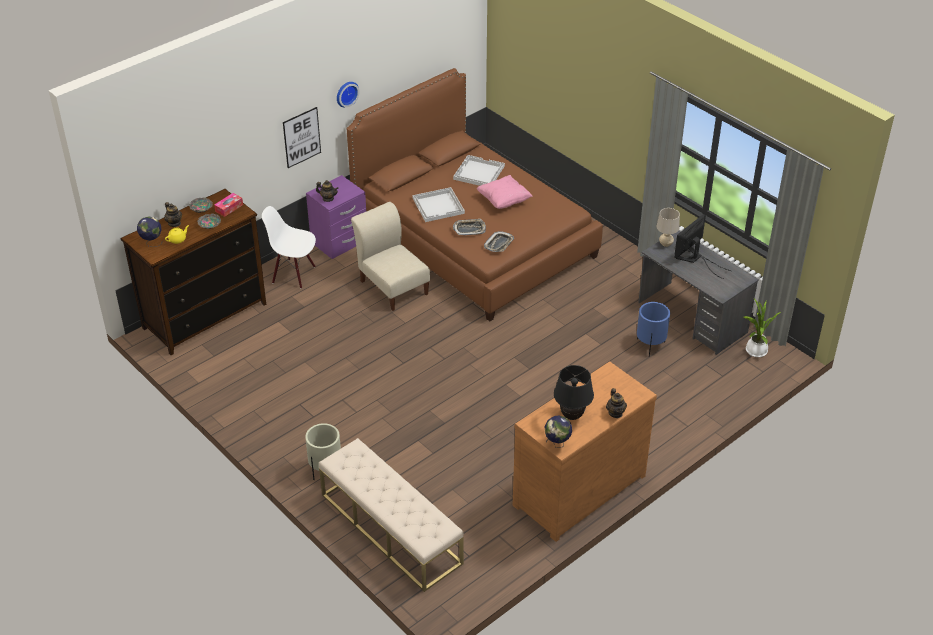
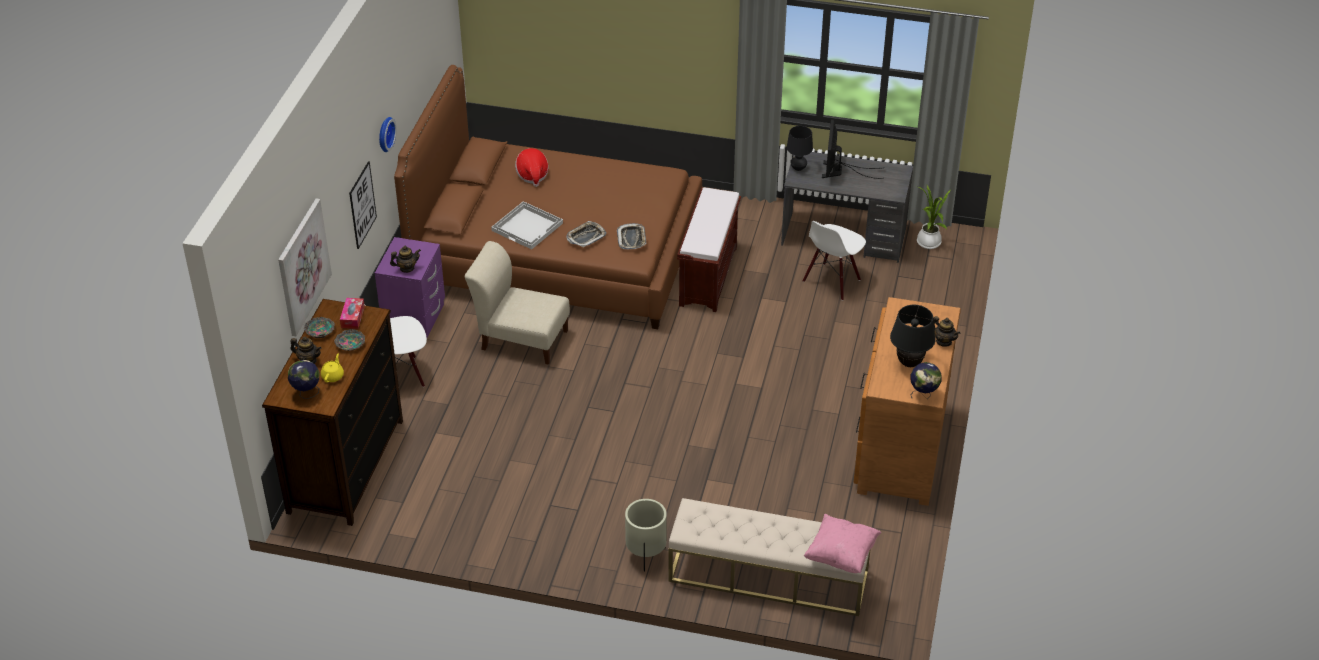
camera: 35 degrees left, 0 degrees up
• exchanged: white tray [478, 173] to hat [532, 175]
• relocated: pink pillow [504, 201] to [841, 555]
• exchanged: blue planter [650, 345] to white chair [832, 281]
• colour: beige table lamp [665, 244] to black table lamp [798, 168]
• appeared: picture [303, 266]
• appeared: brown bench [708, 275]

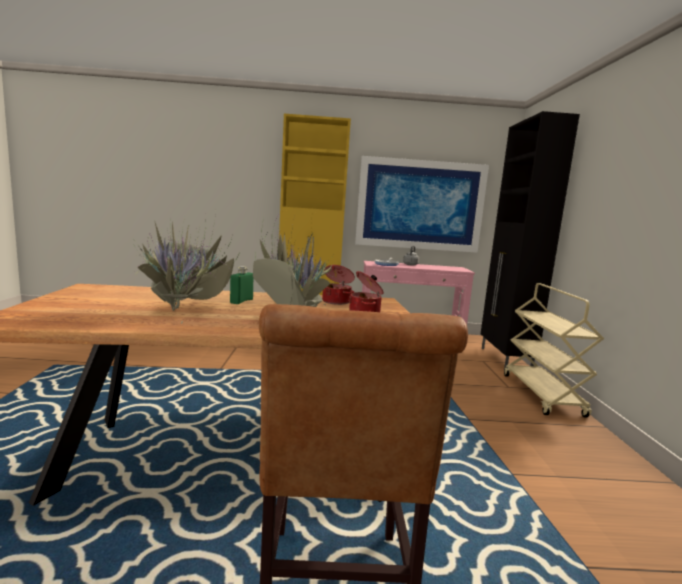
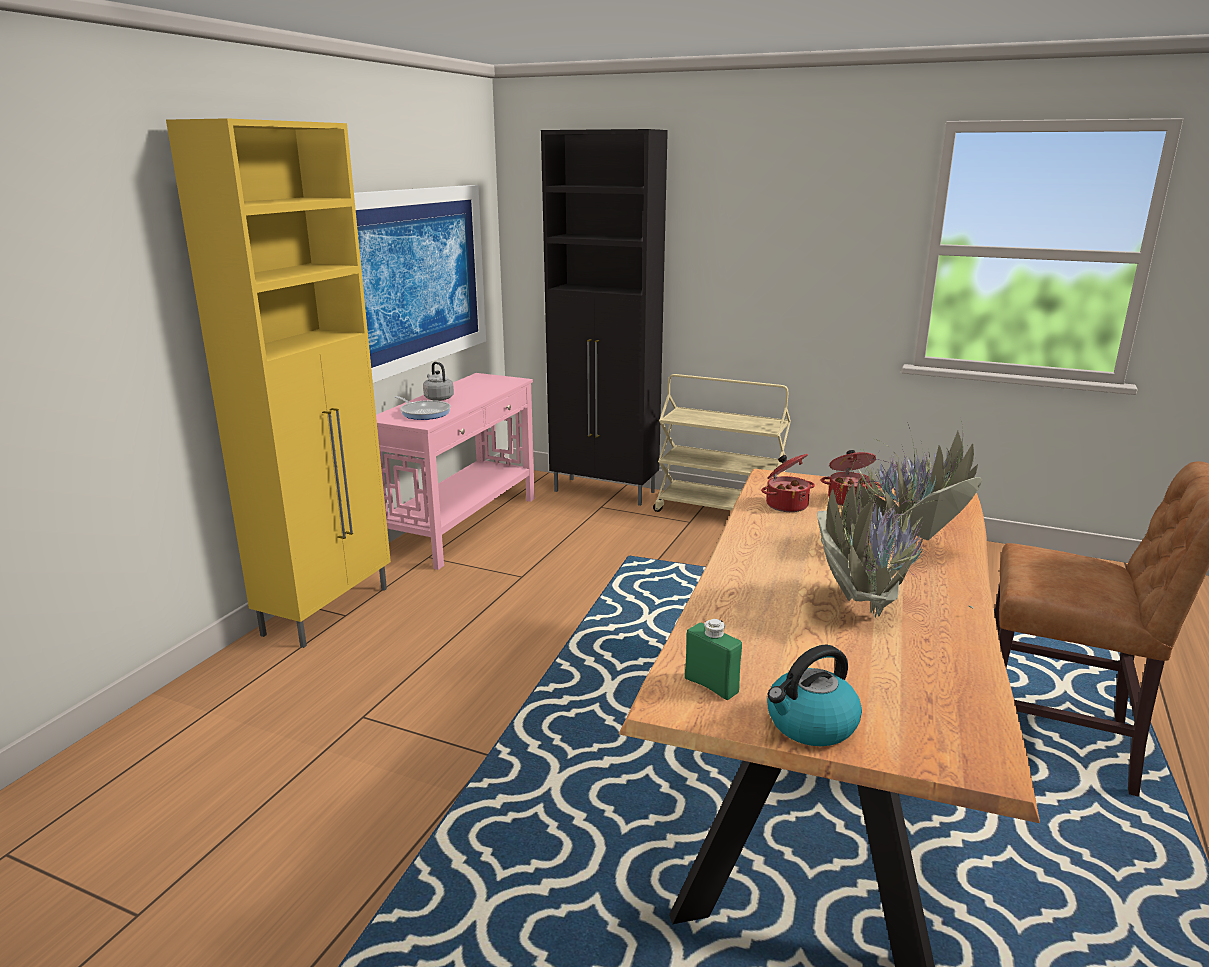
camera: 65 degrees left, 10 degrees up
• relocated: green bottle [241, 301] to [711, 685]
• appeared: kettle [810, 724]

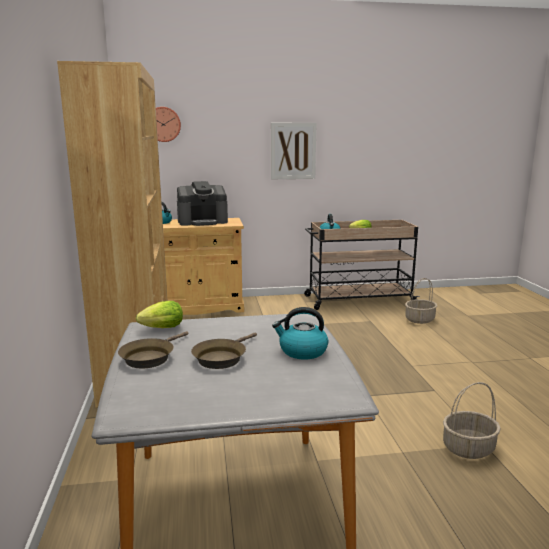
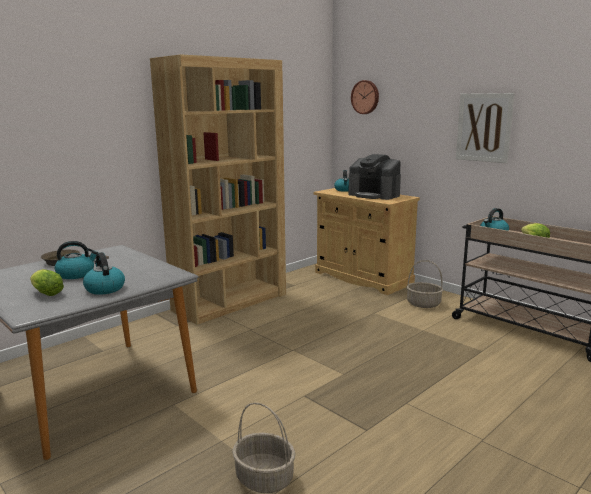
camera: 55 degrees right, 0 degrees up
• relocated: lettuce [160, 329] to [46, 293]
• exchanged: brown frying pan [222, 358] to kettle [76, 274]
• relocated: basket [419, 319] to [424, 304]

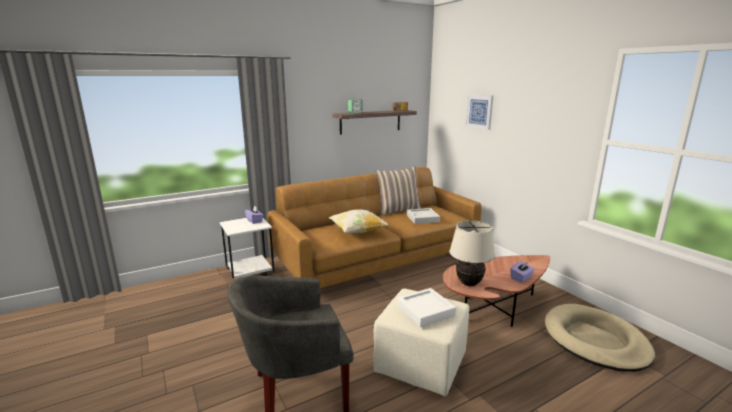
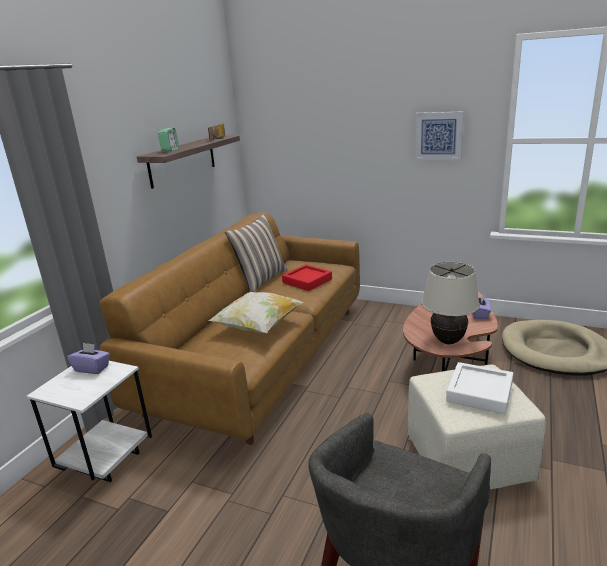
camera: 35 degrees left, 5 degrees up
• colour: grey tray [422, 218] to red tray [307, 281]
• relocated: picture [479, 111] to [438, 136]

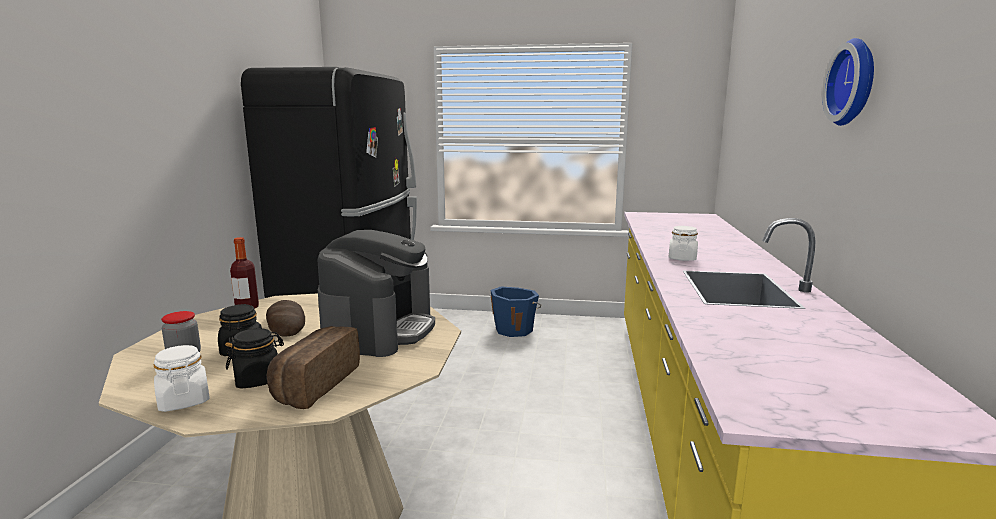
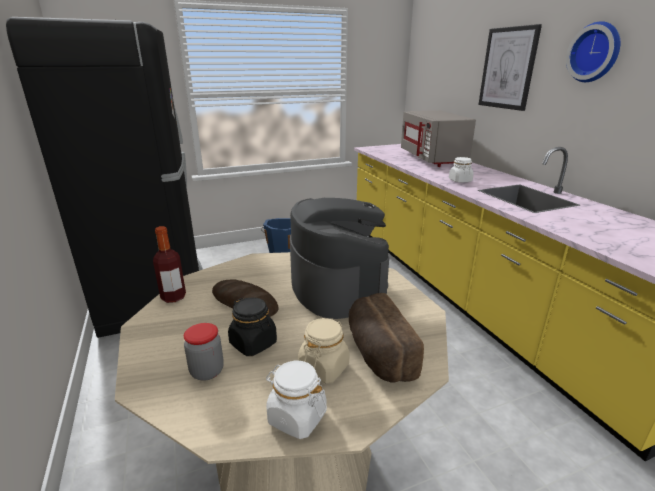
camera: 30 degrees left, 10 degrees up
• colour: black jar [258, 379] to beige jar [324, 367]
• appeared: grey microwave [433, 158]
• appeared: picture [508, 68]

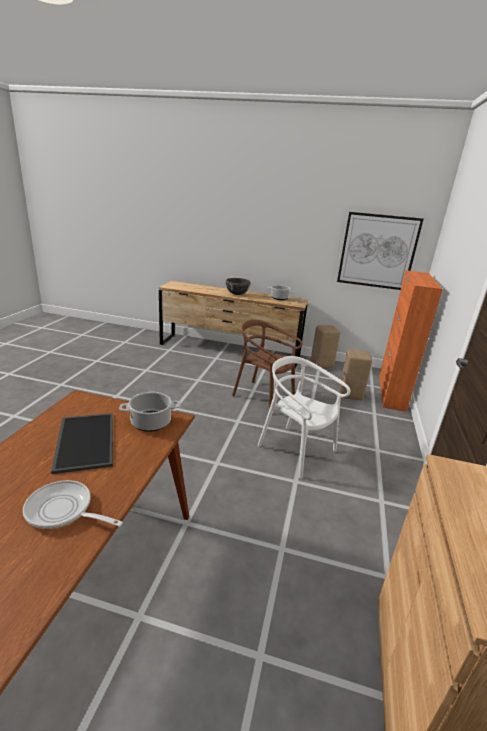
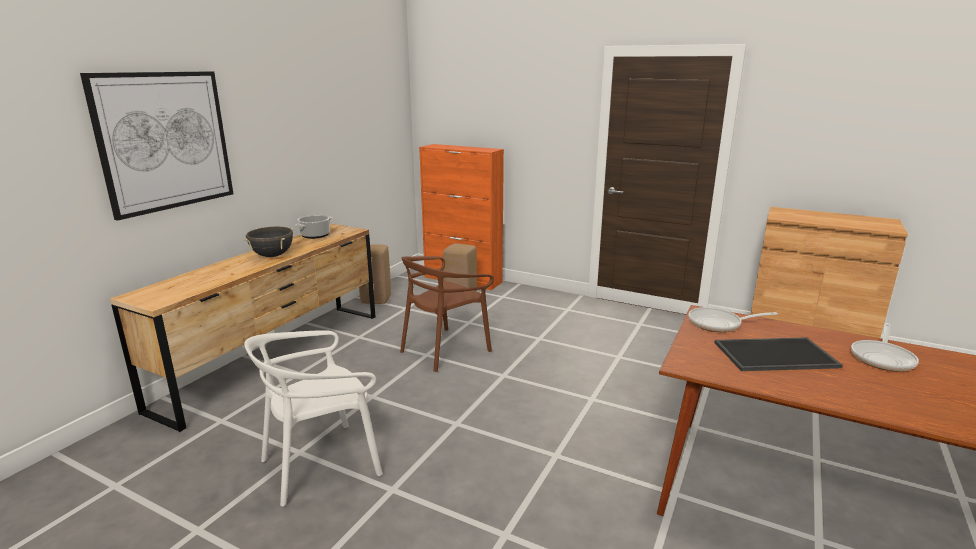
camera: 75 degrees left, 5 degrees down
• exchanged: cooking pot [150, 423] to frying pan [719, 324]
• relocated: white chair [296, 450] to [321, 464]
• relocated: picture [377, 251] to [165, 141]

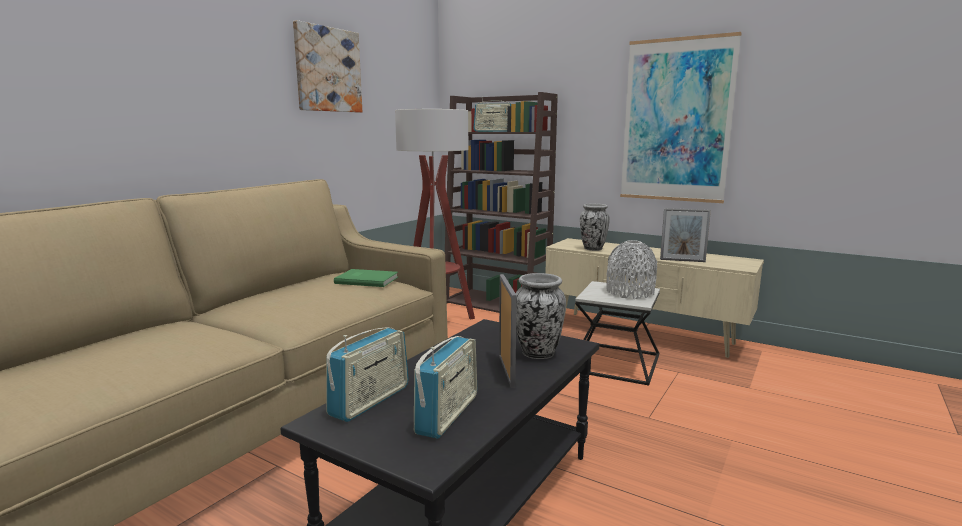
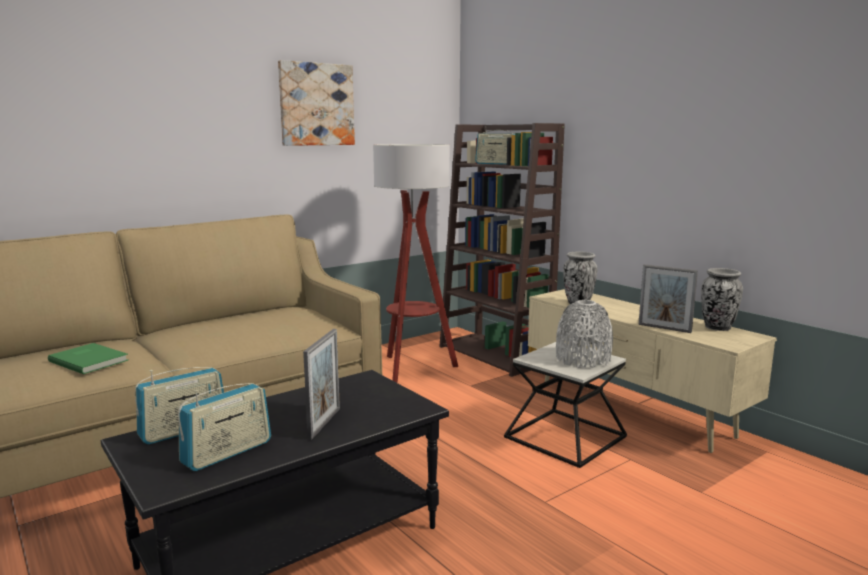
camera: 20 degrees right, 0 degrees up
• relocated: green book [366, 280] to [90, 360]
• relocated: vase [538, 354] to [717, 328]
• missing: picture [676, 121]

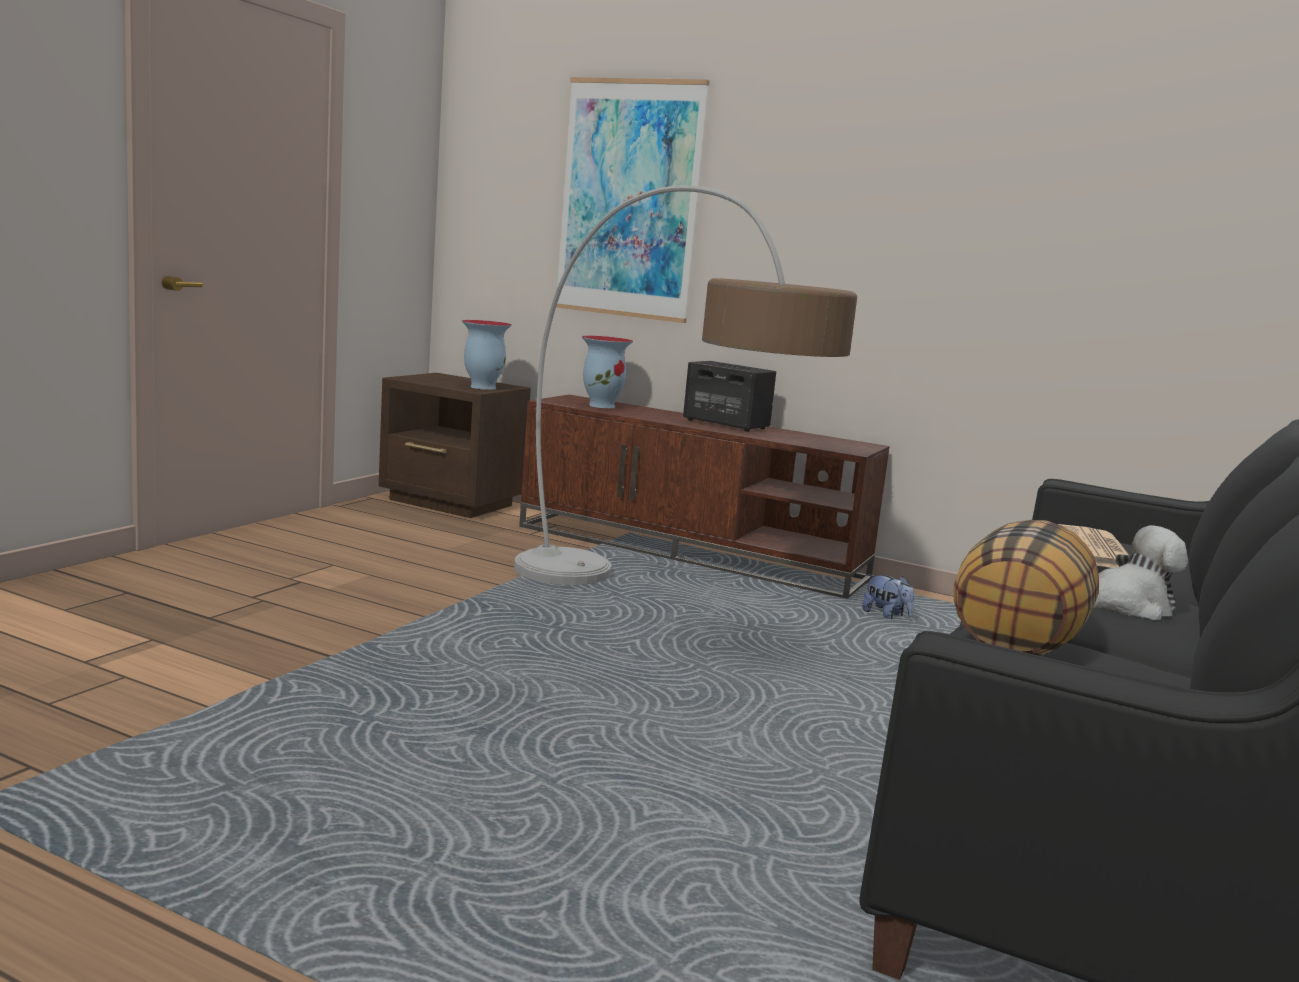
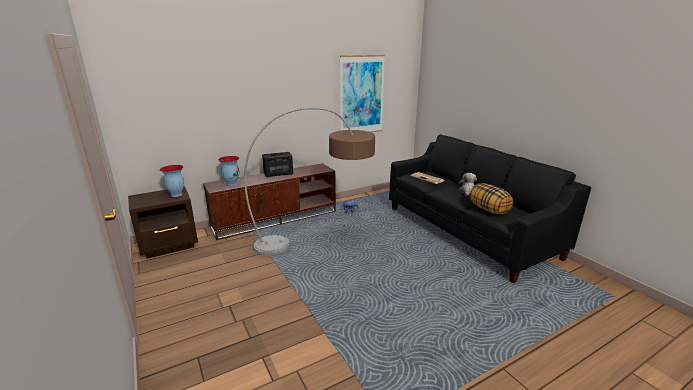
camera: 55 degrees left, 10 degrees up
• relocated: picture [629, 199] to [362, 95]

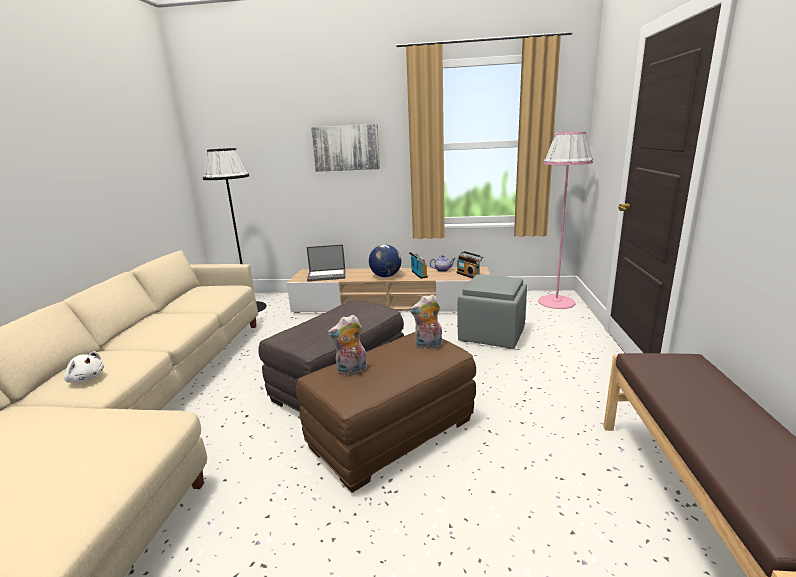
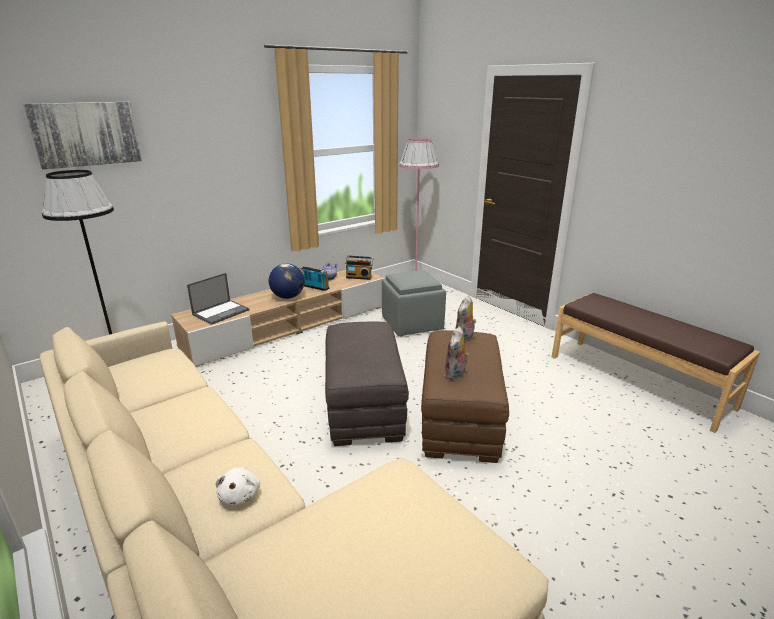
camera: 45 degrees left, 5 degrees up
• spun: white plush toy [86, 379] = [240, 495] 105 degrees clockwise
• relocated: picture [346, 148] to [86, 134]

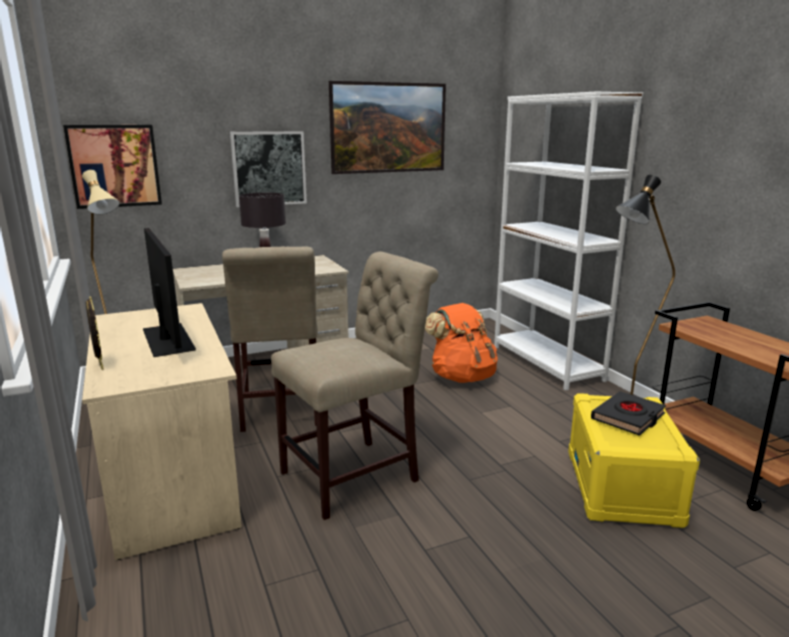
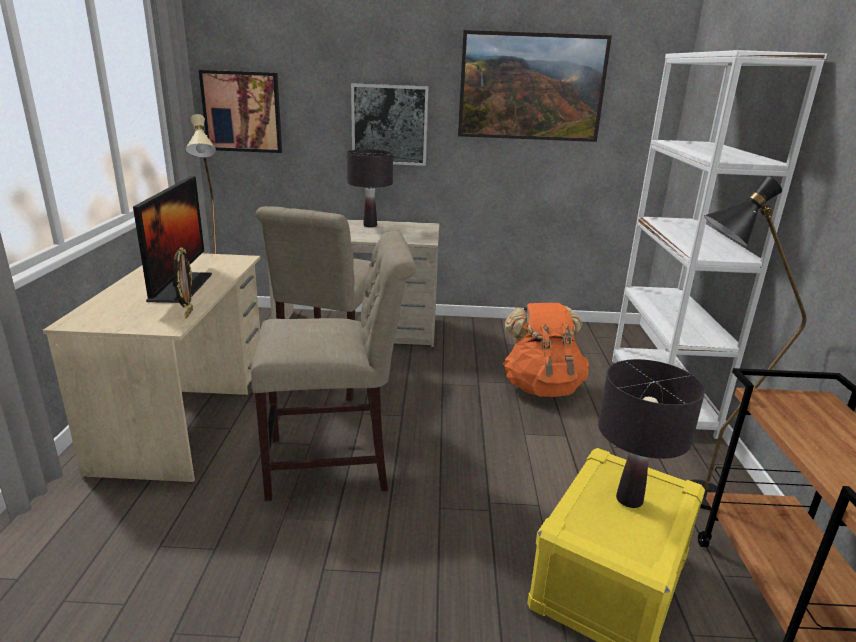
camera: 25 degrees right, 5 degrees up
• relocated: picture frame [99, 365] to [187, 314]
• exchanged: black book [628, 417] to black table lamp [629, 499]

